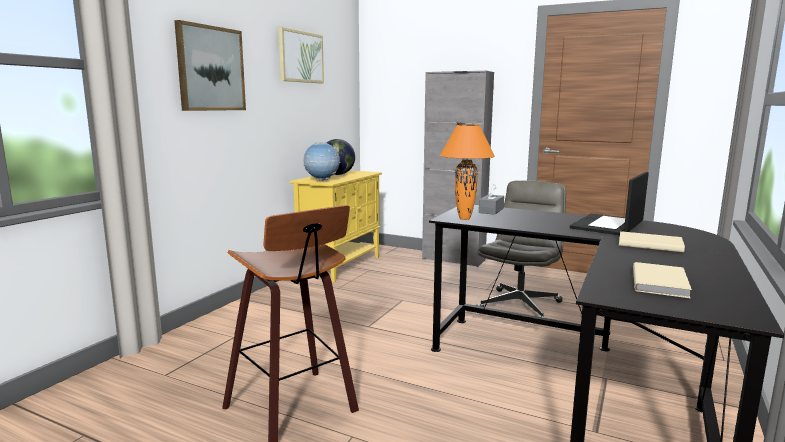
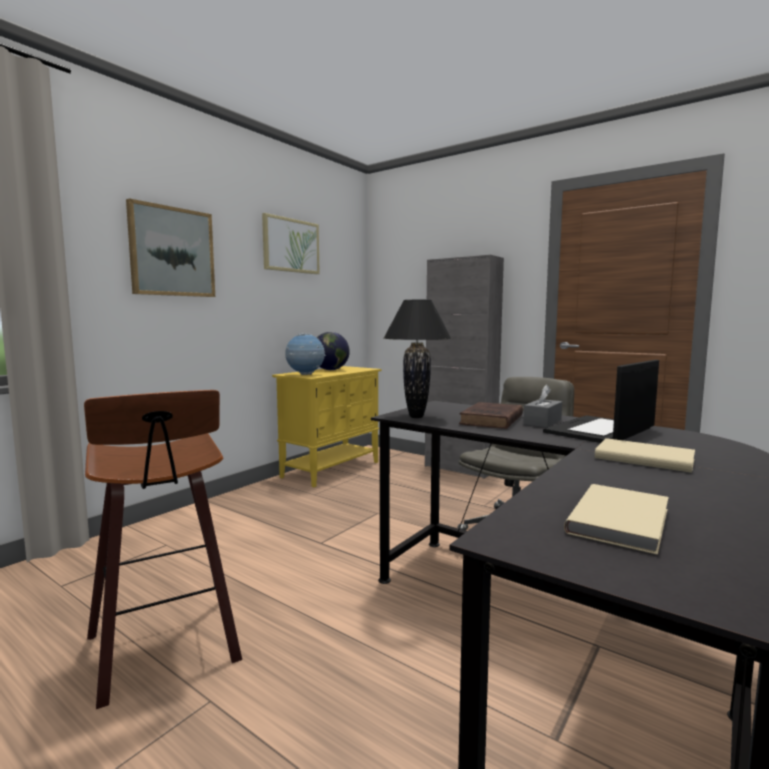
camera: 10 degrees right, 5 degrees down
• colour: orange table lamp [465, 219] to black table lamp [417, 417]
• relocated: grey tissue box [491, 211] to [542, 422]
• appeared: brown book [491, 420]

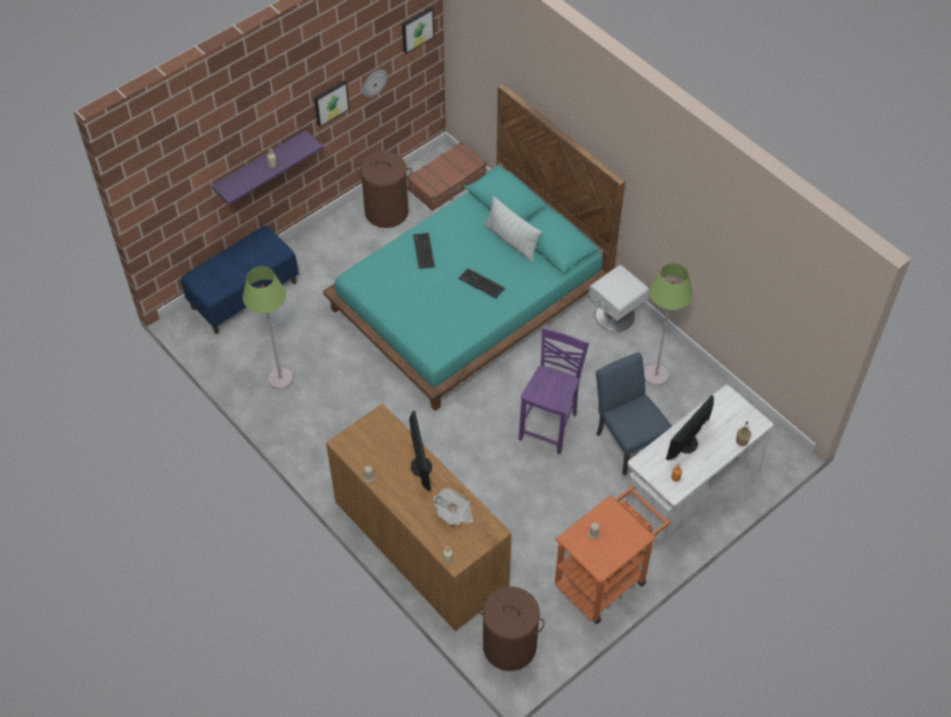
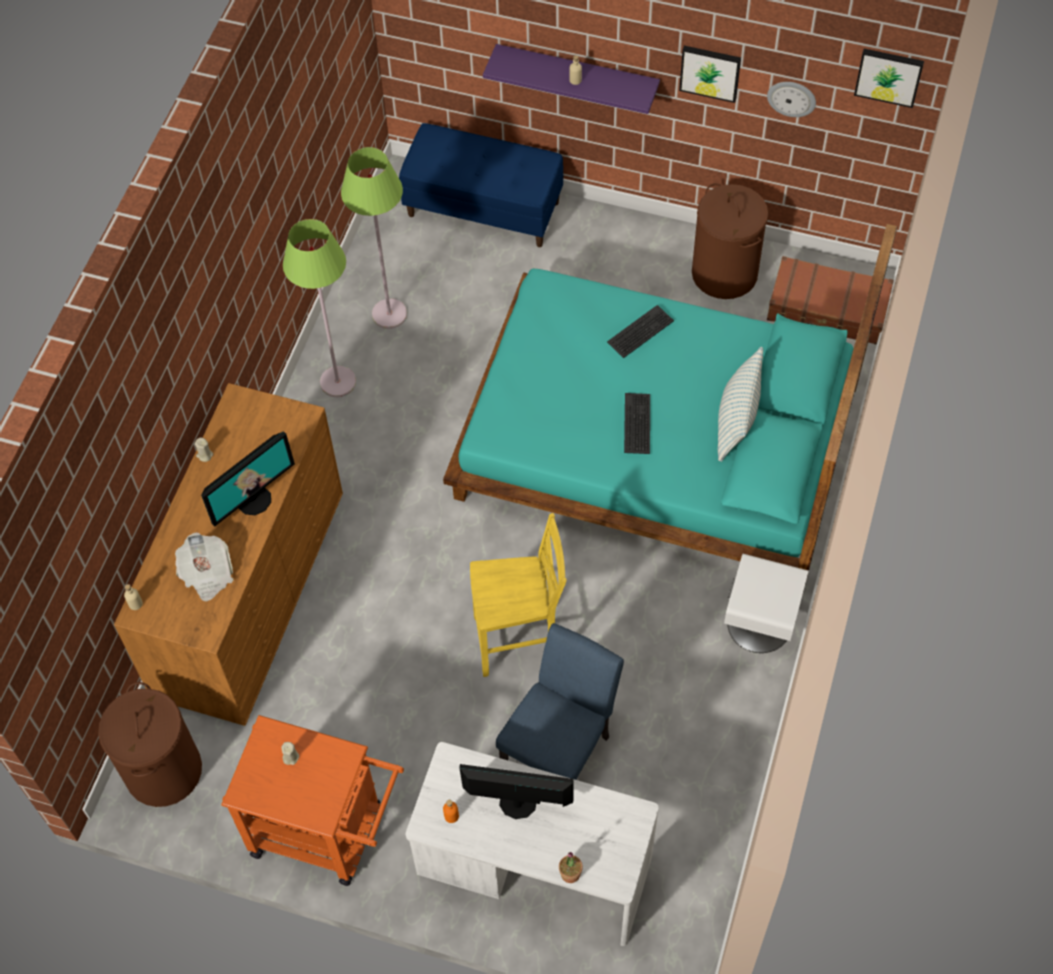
camera: 60 degrees right, 5 degrees up
• colour: purple chair [550, 426] to yellow chair [519, 642]
• relocated: green floor lamp [656, 375] to [337, 382]

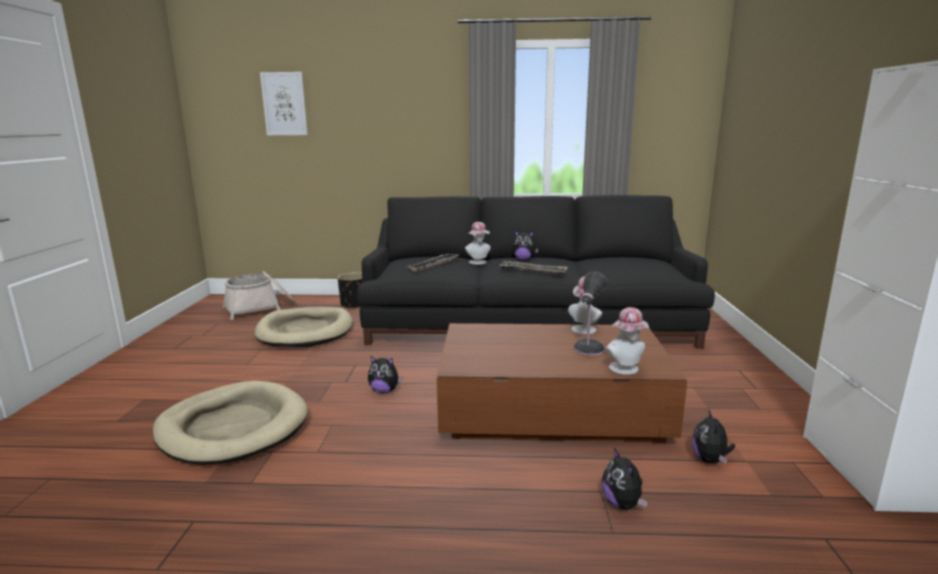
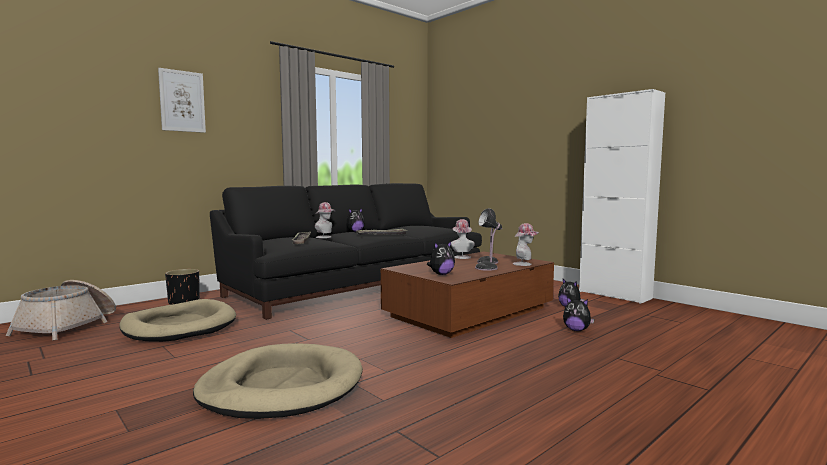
camera: 45 degrees left, 10 degrees down
• relocated: picture [284, 104] to [182, 101]
• relocated: plush toy [384, 391] to [441, 274]
• appeared: table lamp [488, 268]

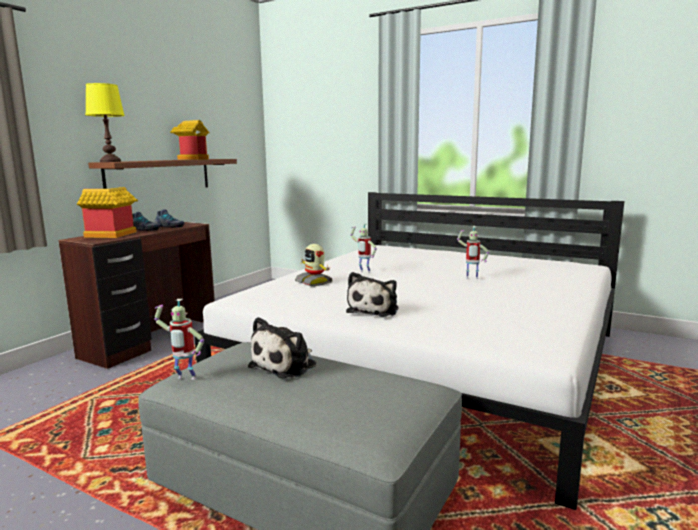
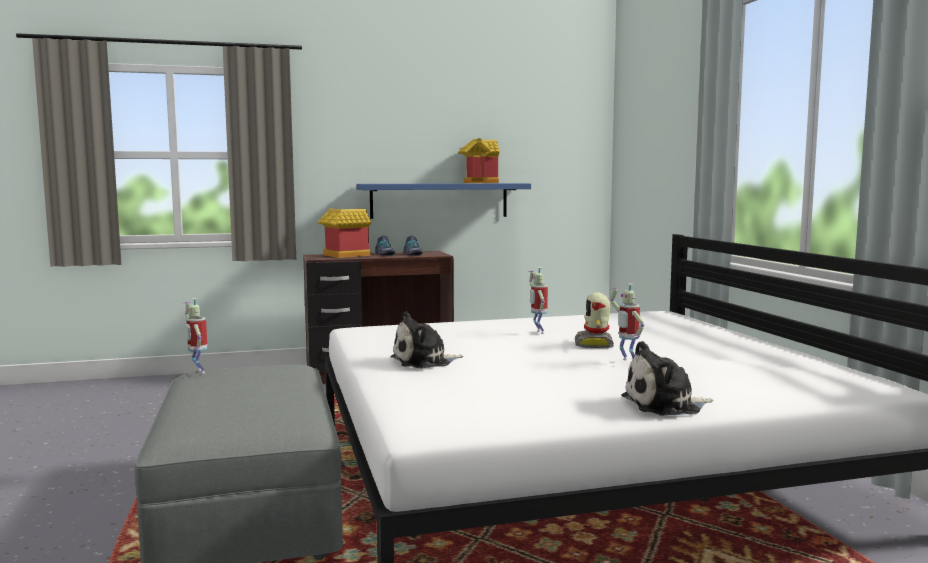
camera: 45 degrees right, 5 degrees down
• missing: yellow table lamp [110, 161]
• colour: brown shelf [159, 176] to blue shelf [439, 200]
• relocated: plush toy [286, 365] to [665, 405]
• relocated: toy robot [314, 282] to [595, 344]

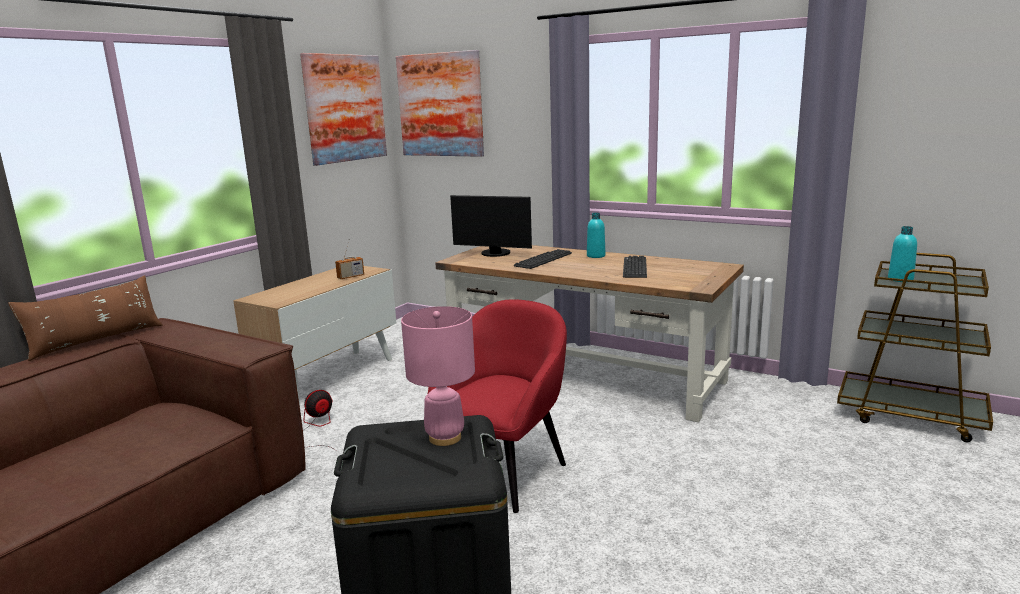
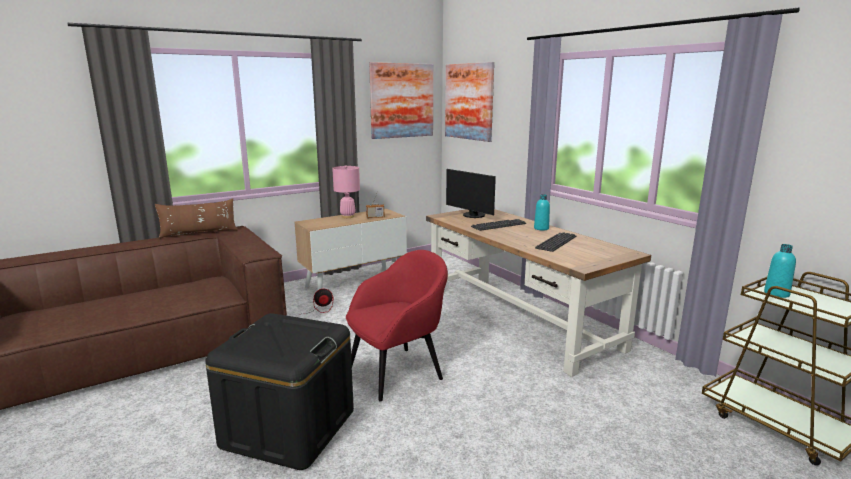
camera: 25 degrees right, 0 degrees up
• relocated: pink table lamp [445, 437] to [348, 216]

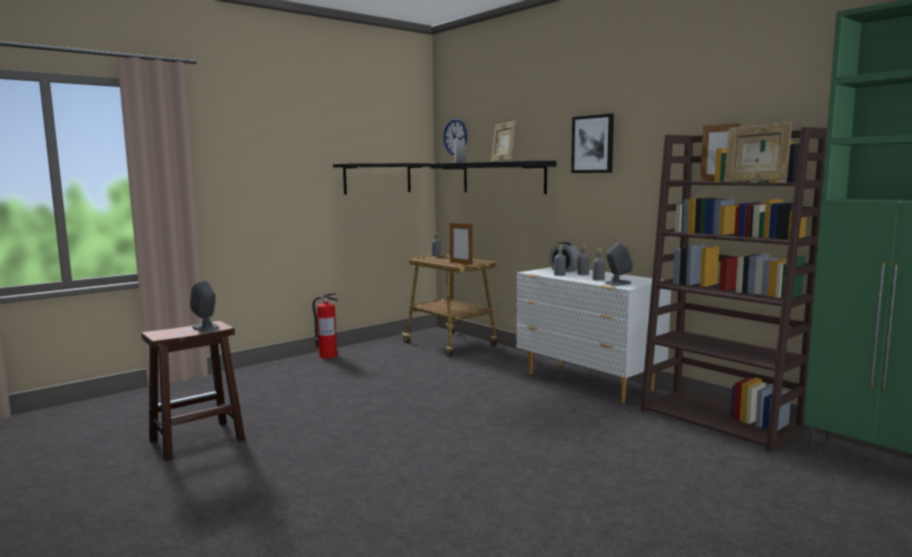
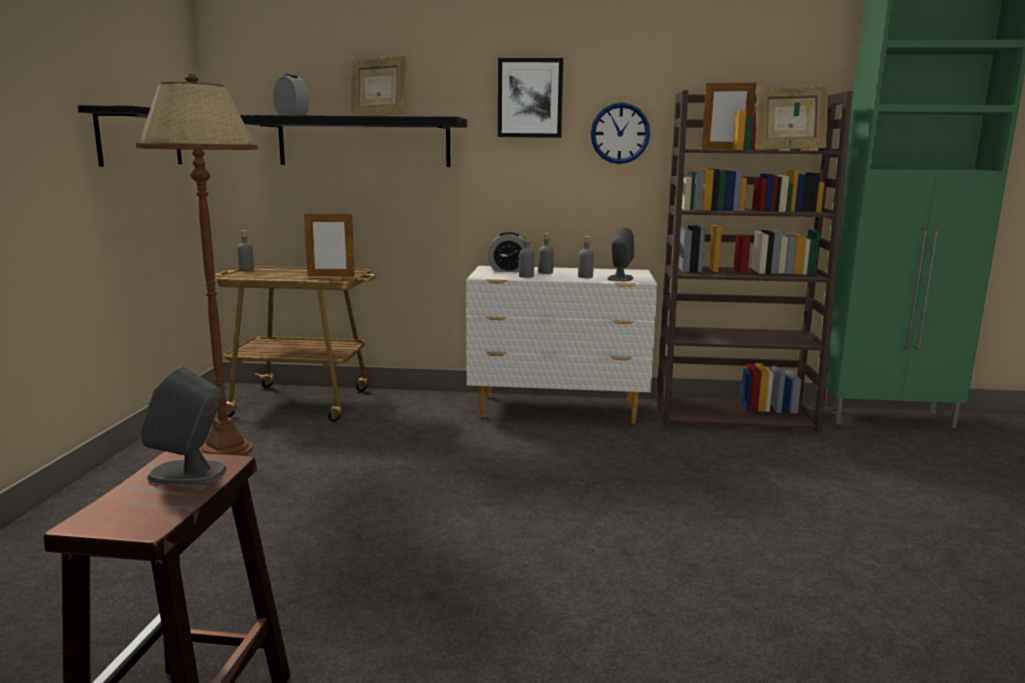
camera: 45 degrees left, 5 degrees up
• missing: fire extinguisher [327, 356]
• relocated: wall clock [455, 136] to [620, 133]
• appeared: brown floor lamp [226, 450]

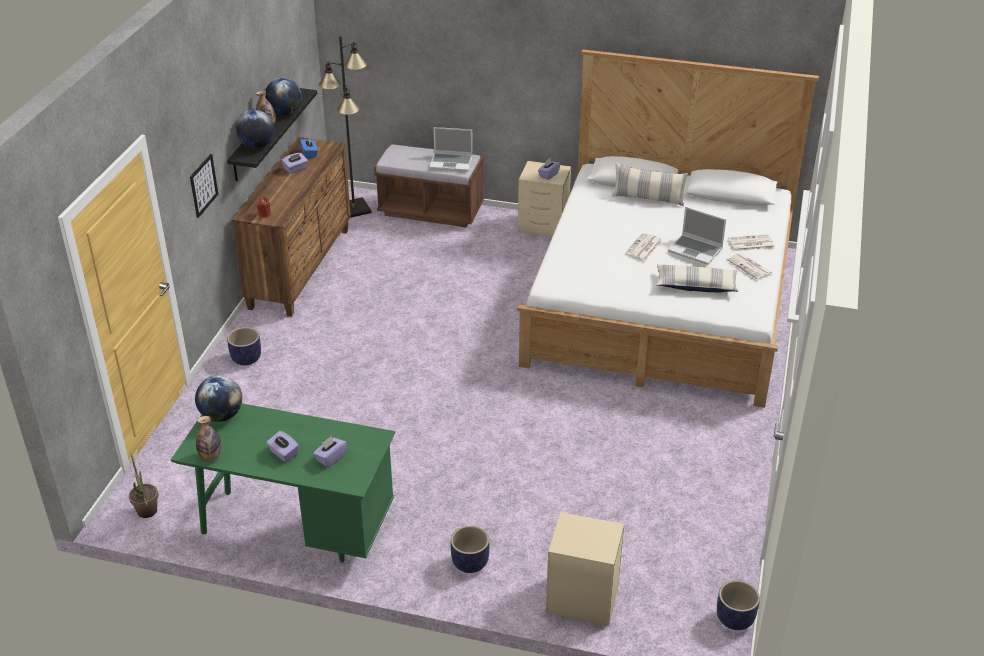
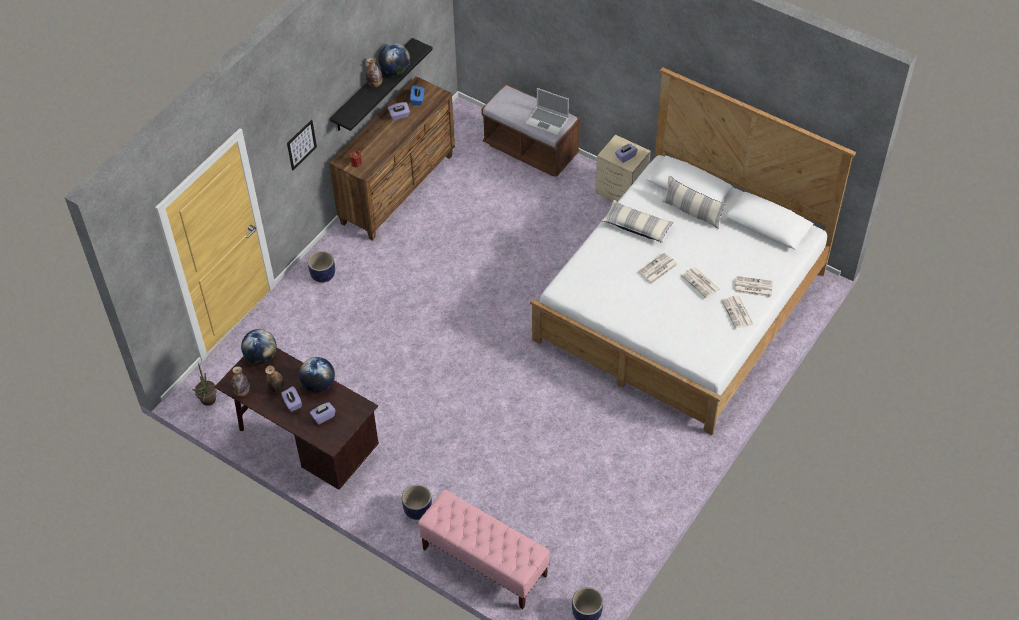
camera: 20 degrees right, 15 degrees up
• colour: green desk [295, 528] to brown desk [305, 444]
• relocated: globe [257, 145] to [319, 385]
• missing: black floor lamp [354, 209]
• exchanged: beige nightstand [581, 597] to pink bench [484, 562]
• relocated: pillow [696, 285] to [637, 226]
• exchanged: laptop [696, 250] to newspaper [701, 283]
• appeared: bottle [276, 387]

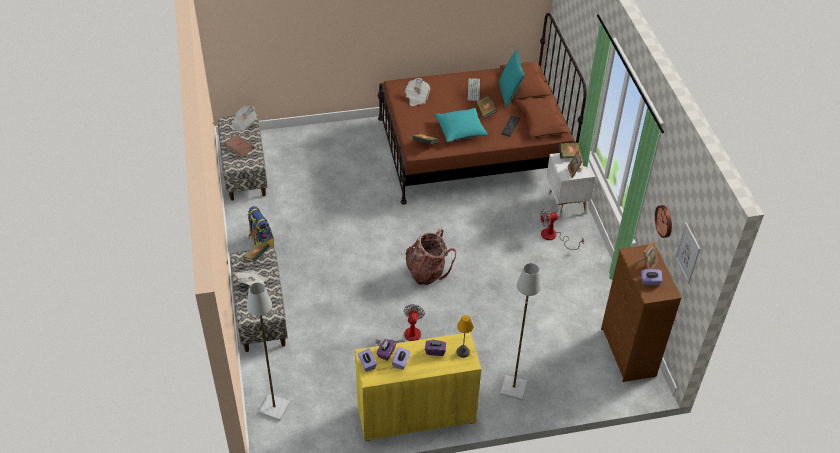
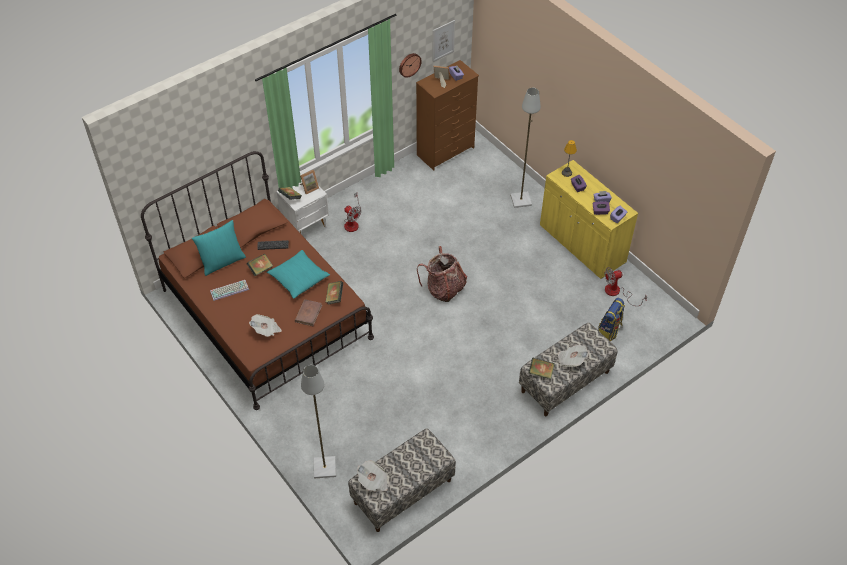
camera: 115 degrees left, 5 degrees up
• relocated: brown book [239, 147] to [308, 313]
• relocated: backpack [261, 242] to [609, 331]
• relocated: grey floor lamp [275, 407] to [324, 467]
• relocated: fan [406, 337] to [617, 293]

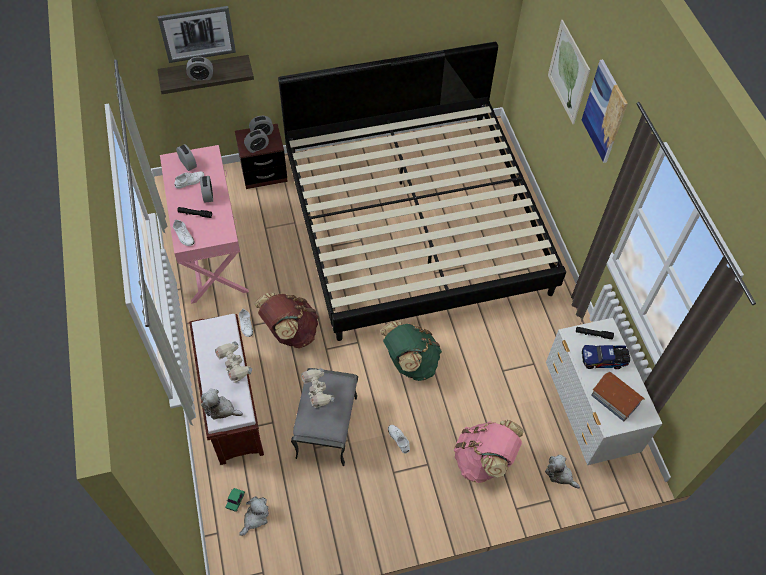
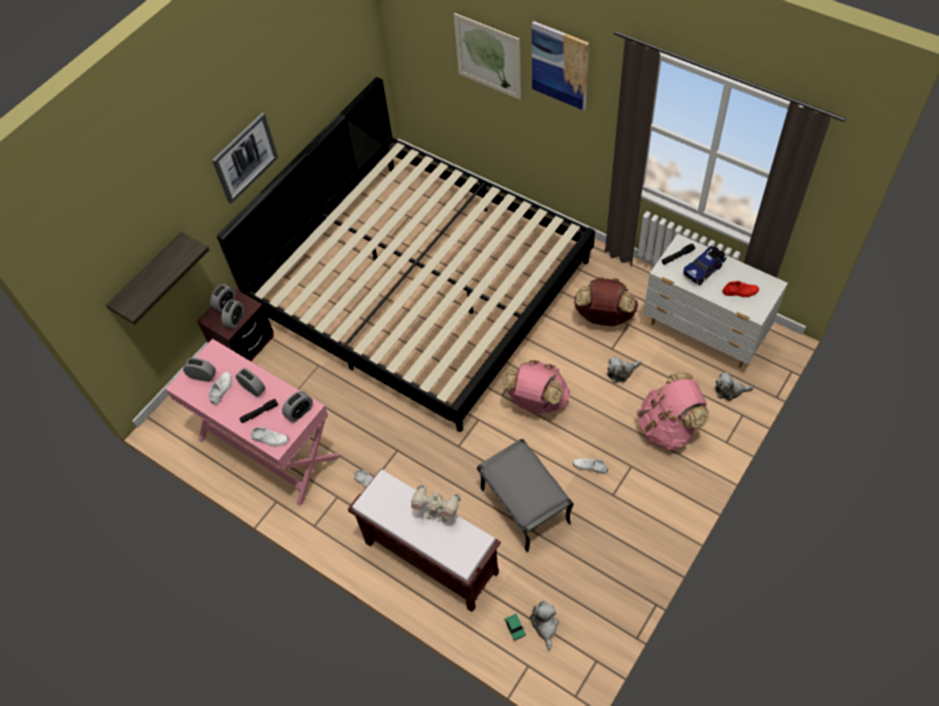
camera: 35 degrees left, 0 degrees up
• relocated: picture [197, 33] to [245, 158]
• relocated: alarm clock [201, 77] to [299, 412]
• relocated: plush toy [221, 409] to [621, 372]
• relocated: brown backpack [290, 332] to [604, 317]
• missing: toy robot [318, 398]
• colour: green backpack [410, 362] to pink backpack [536, 401]
• exchanged: toy house [614, 399] to red shoe [740, 291]

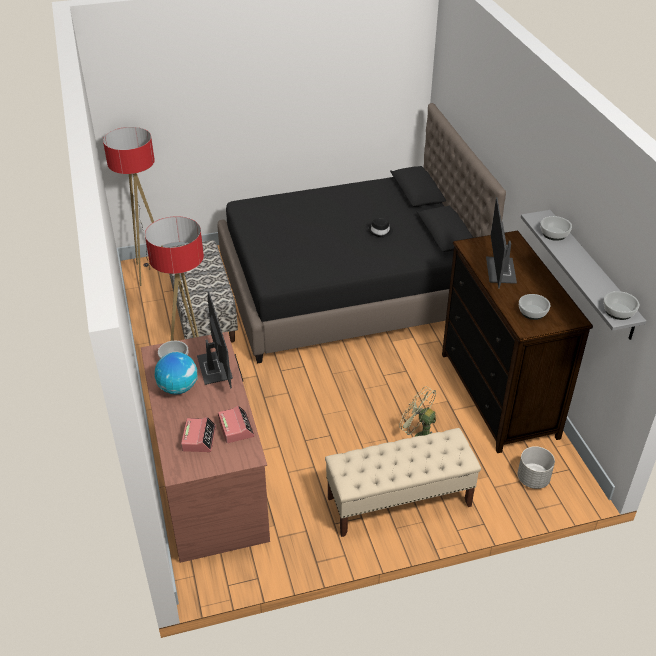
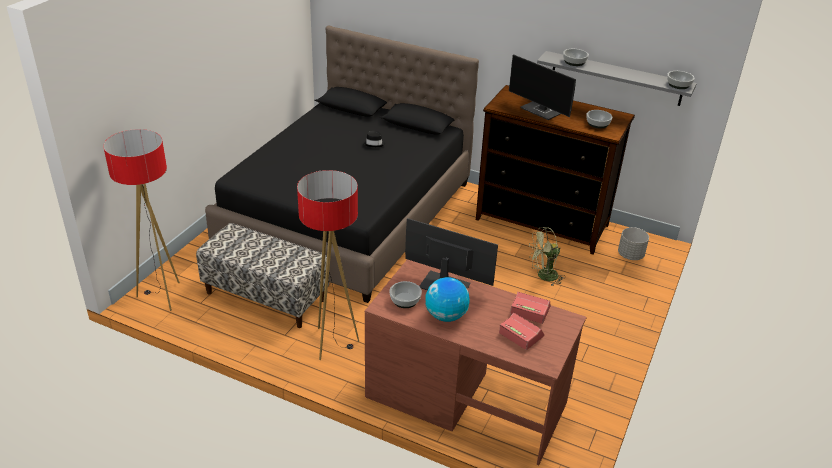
camera: 50 degrees left, 5 degrees down
• missing: beige bench [398, 502]

